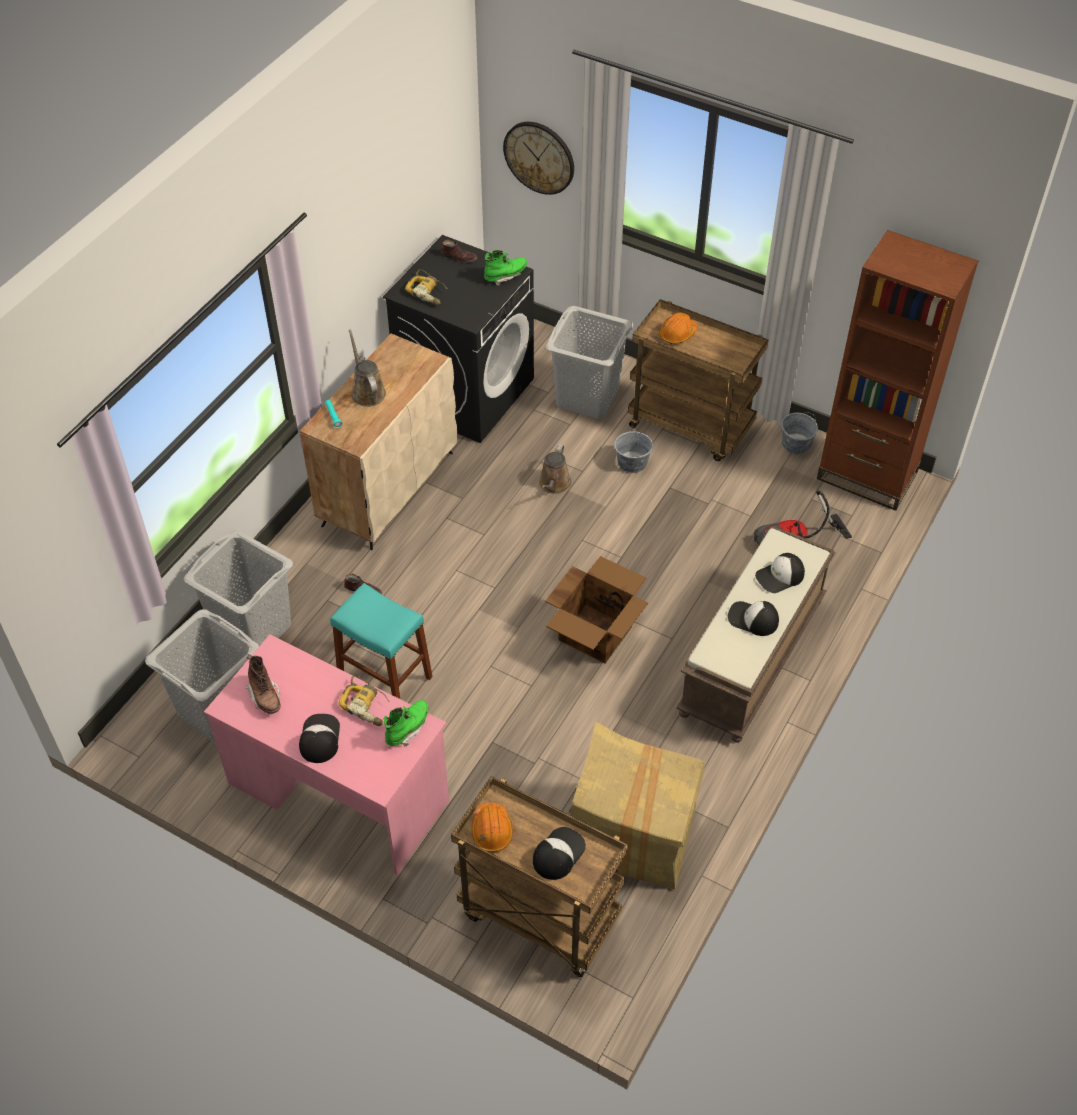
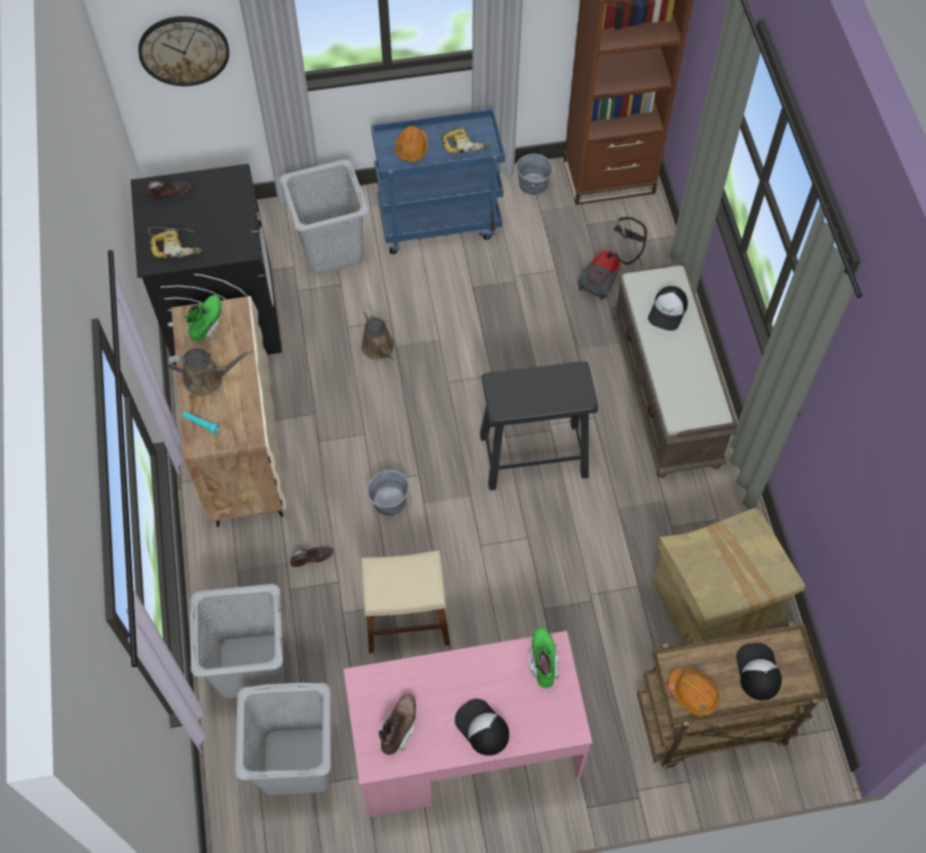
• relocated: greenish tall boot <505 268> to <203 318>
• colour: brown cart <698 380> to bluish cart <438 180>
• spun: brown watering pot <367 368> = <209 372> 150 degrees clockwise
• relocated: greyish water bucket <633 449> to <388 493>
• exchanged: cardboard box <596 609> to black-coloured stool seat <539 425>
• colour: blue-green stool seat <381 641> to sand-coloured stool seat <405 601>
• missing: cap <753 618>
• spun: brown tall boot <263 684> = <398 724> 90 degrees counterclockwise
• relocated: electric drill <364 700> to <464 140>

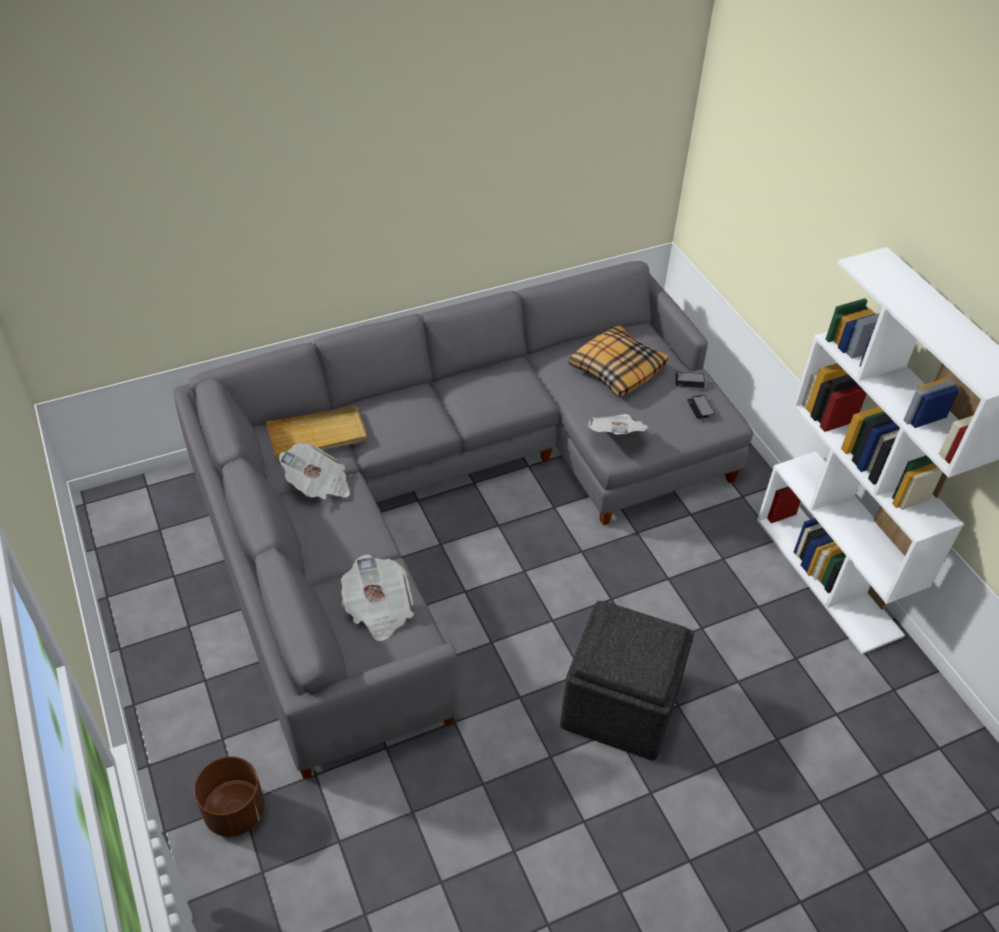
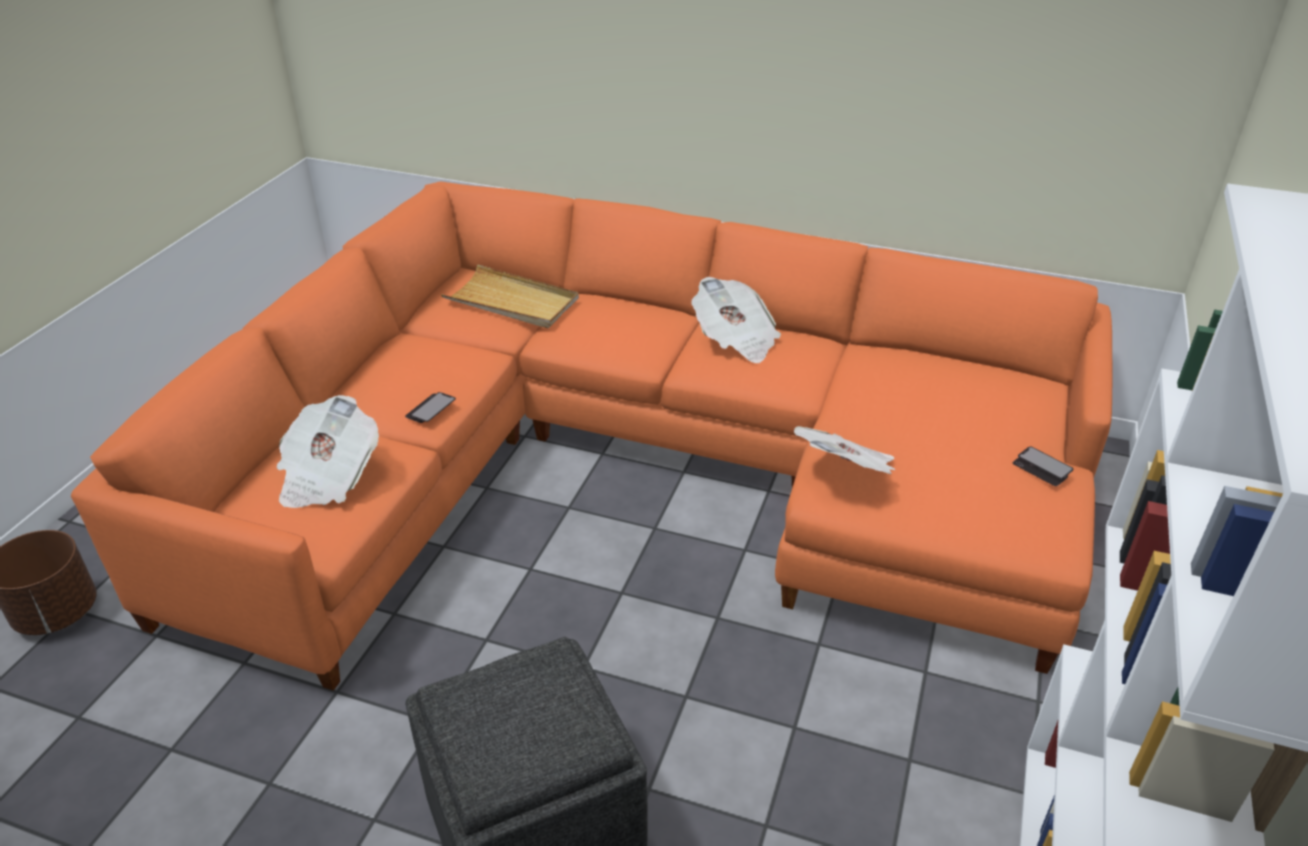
• colour: greyish couch <463 520> to orange-coloured couch <591 436>
• missing: pillow <618 361>
• relocated: telephone <701 407> to <430 407>
• relocated: newspaper <314 471> to <736 320>

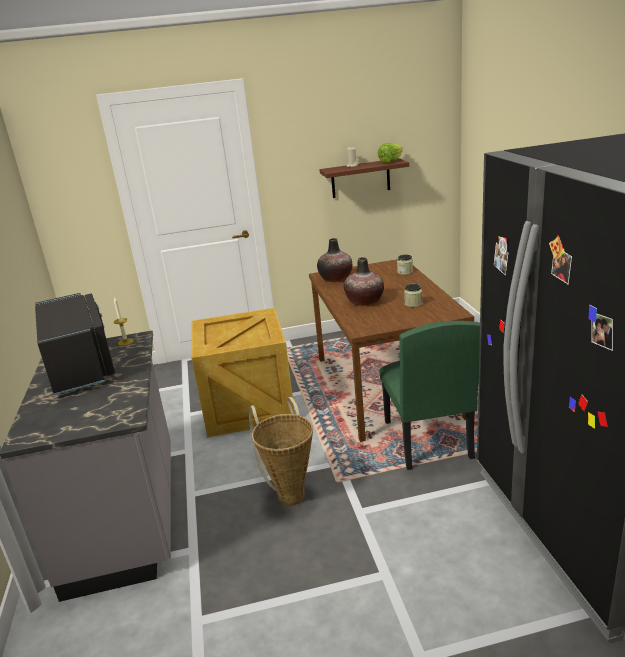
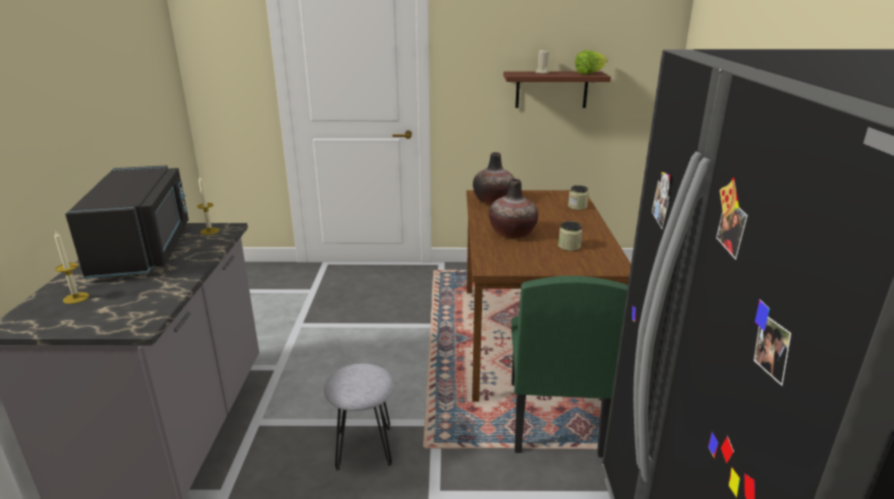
• missing: shipping crate <243 372>
• exchanged: household basket <281 451> to greyish stool seat <359 417>
• appeared: wax candle <71 267>

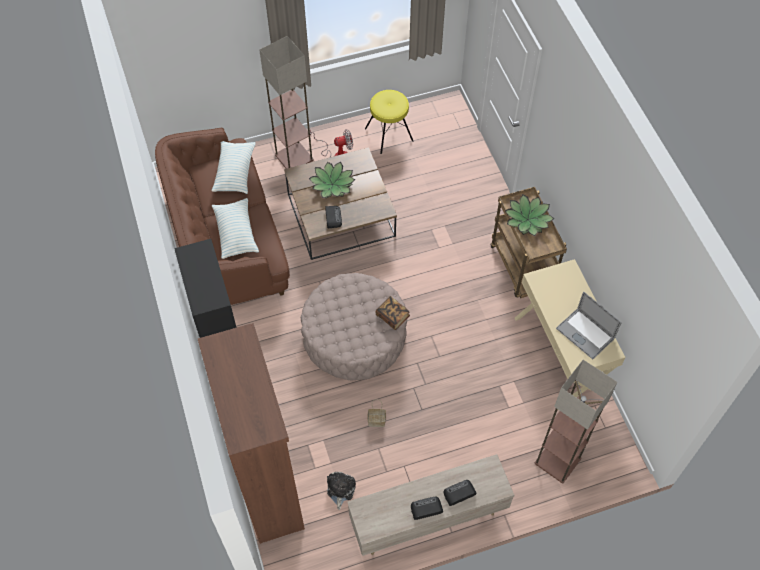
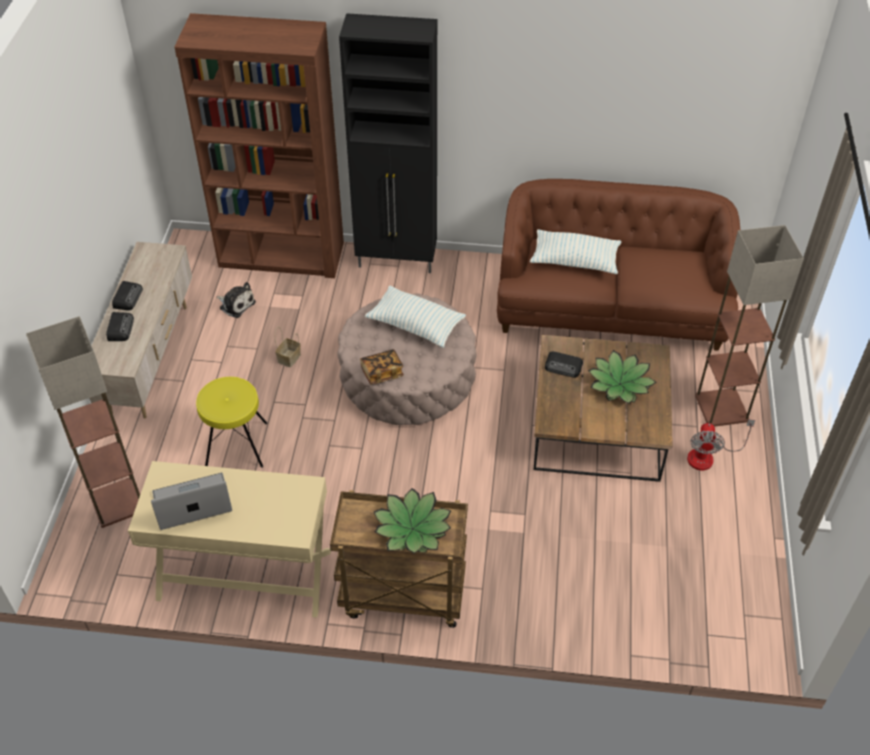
• relocated: yellowish stool seat <389 122> to <231 422>
• relocated: pillow <234 167> to <415 316>

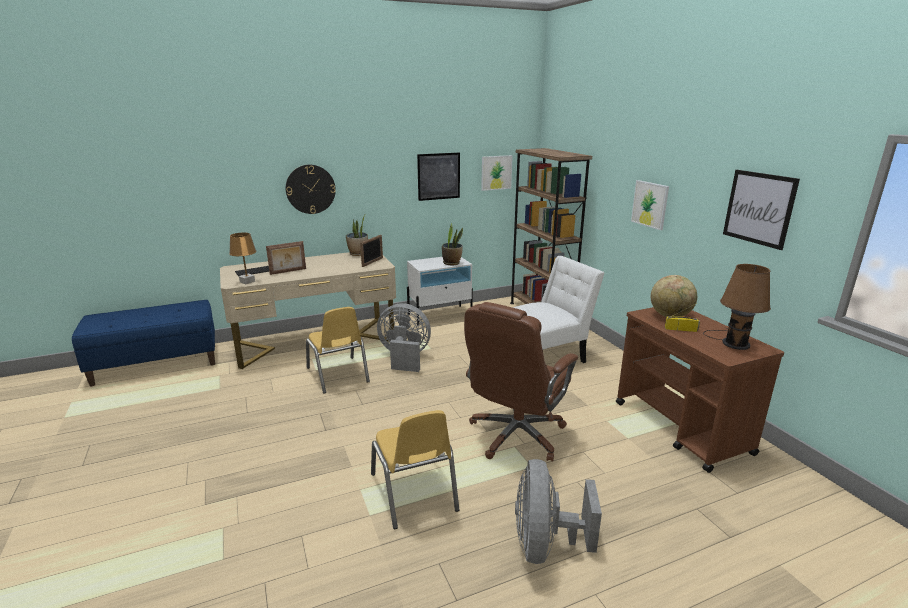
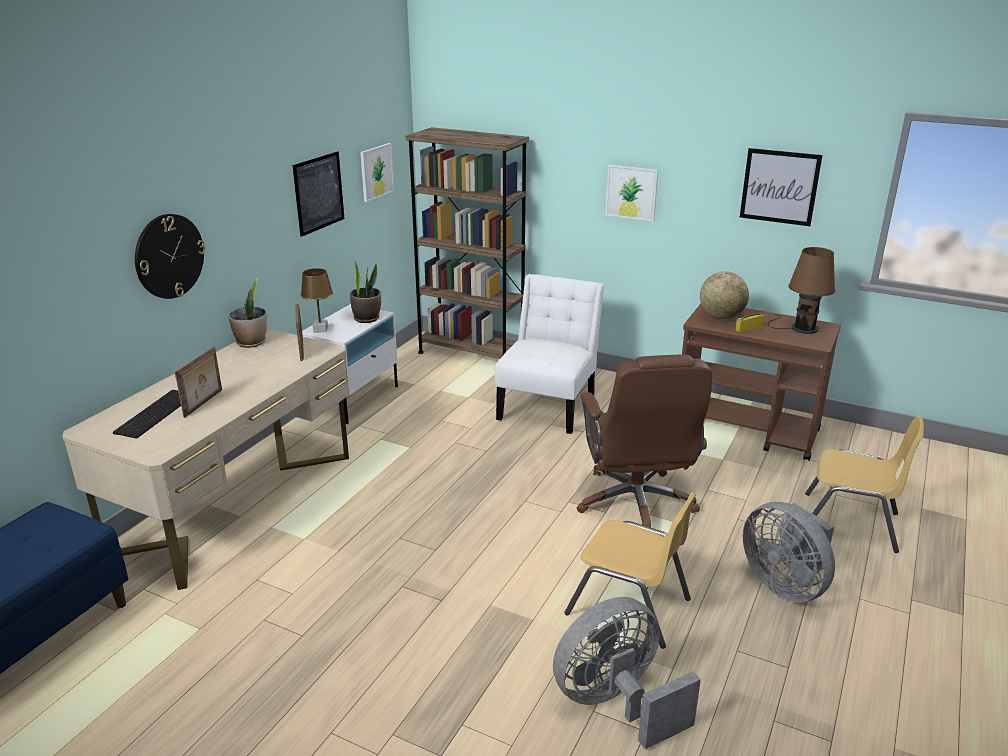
• relocated: brown lamp for a table <242 258> to <317 300>
• relocated: greyish fan <404 337> to <627 673>
• relocated: yellowish plain chair <338 350> to <864 484>

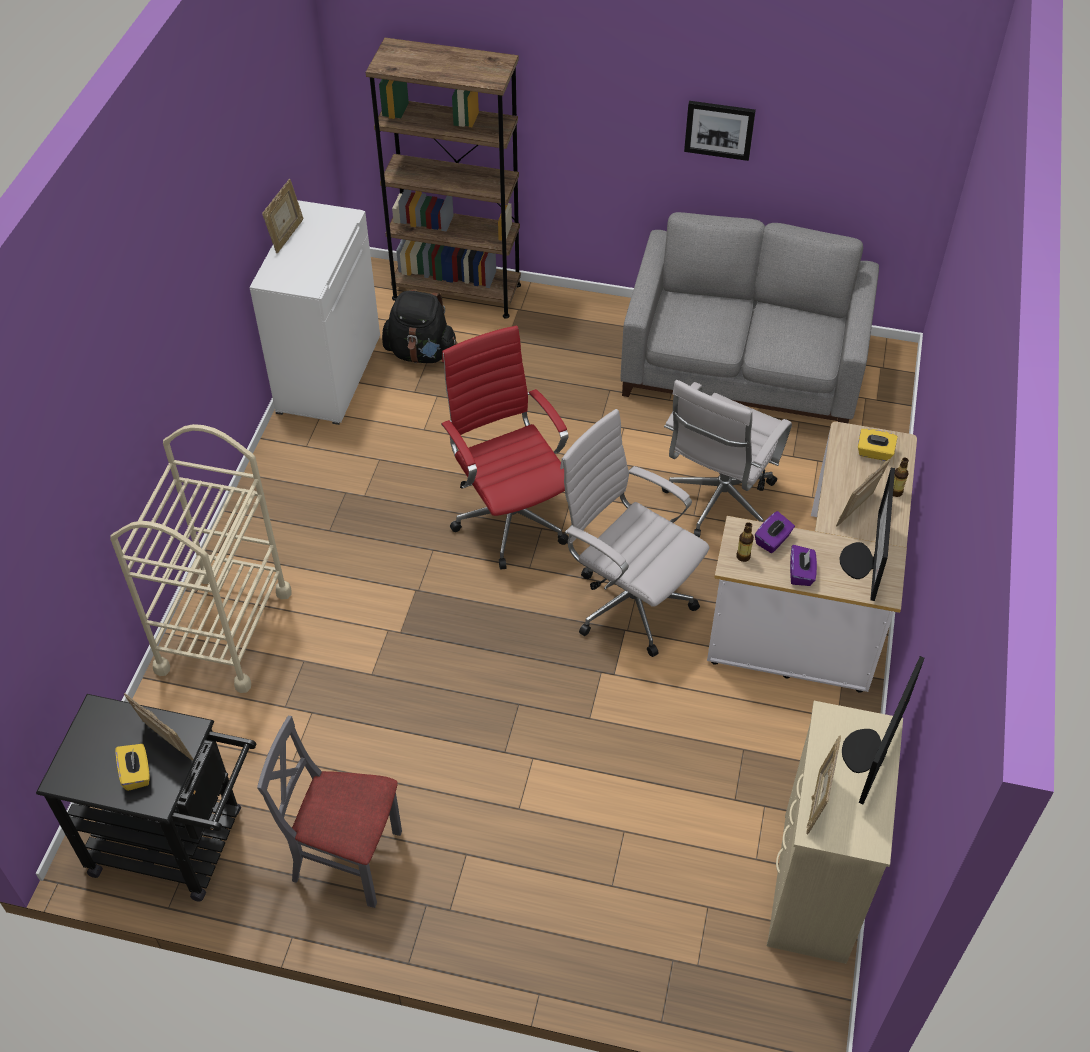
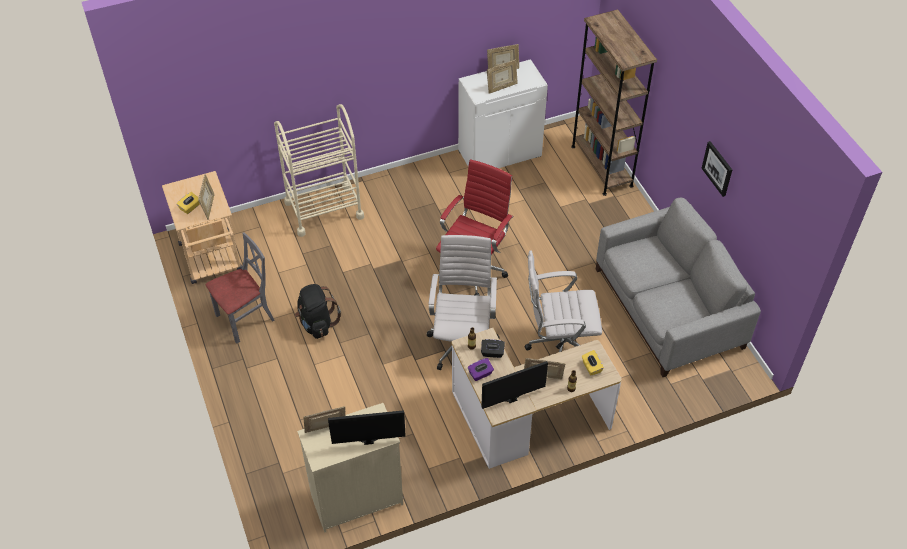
• relocated: black-coloured knapsack <420 326> to <318 311>
• colour: purple-coloured tissue holder <775 532> to black-coloured tissue holder <493 348>
• colour: black-coloured cart <146 798> to sand-coloured cart <202 227>
• spun: greyish plain chair <329 812> = <240 288> 75 degrees clockwise
• appeared: standing frame <502 76>

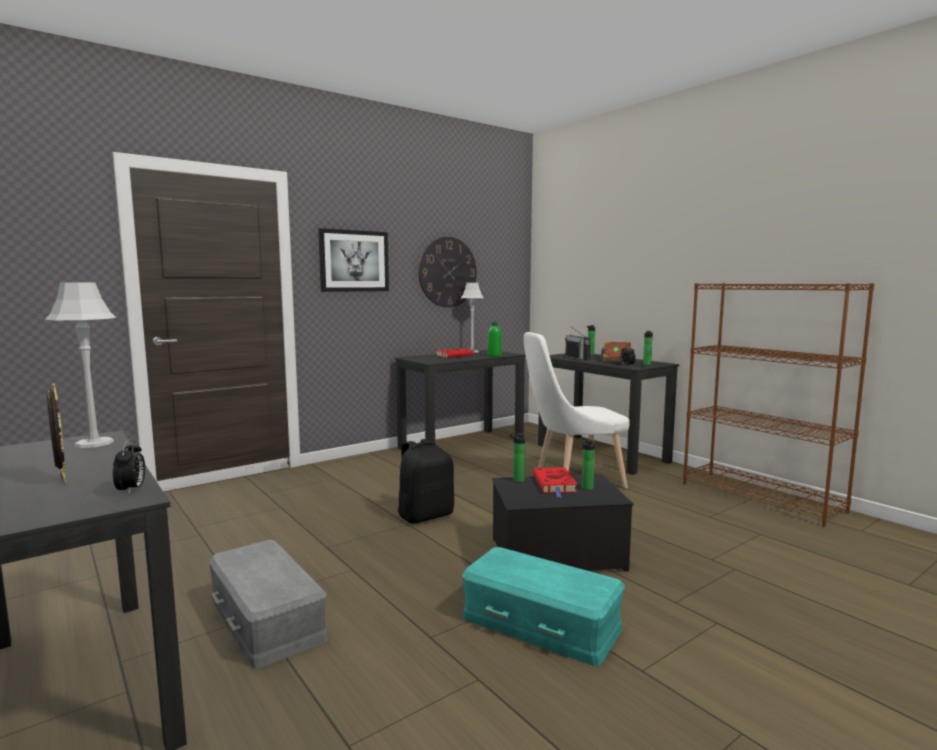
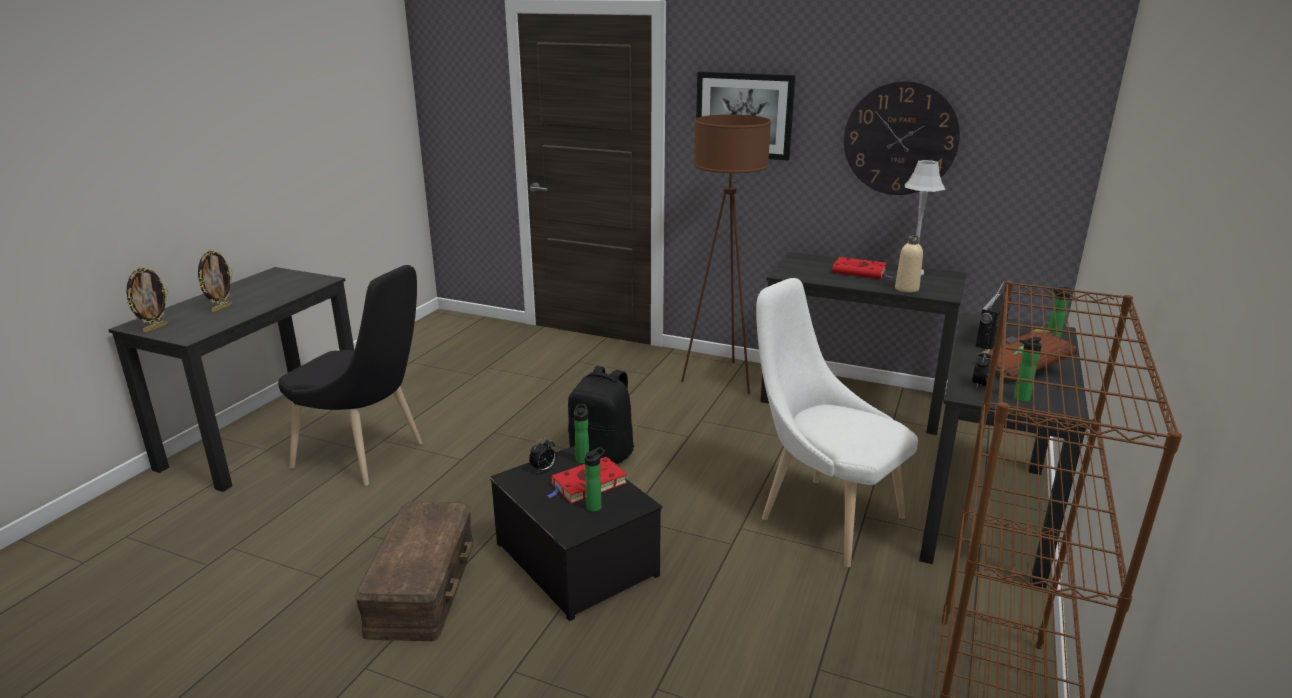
• missing: greyish lamp for a table <80 365>
• colour: greenish beverage bottle <494 339> to sand-coloured beverage bottle <909 264>
• relocated: alarm clock <129 466> to <543 456>
• exchanged: greyish storage bin <268 604> to black-coloured plain chair <350 375>
• colour: blue-green storage bin <543 606> to brown storage bin <414 571>
• appeared: brown floor lamp <726 254>
• appeared: standing frame <147 299>

